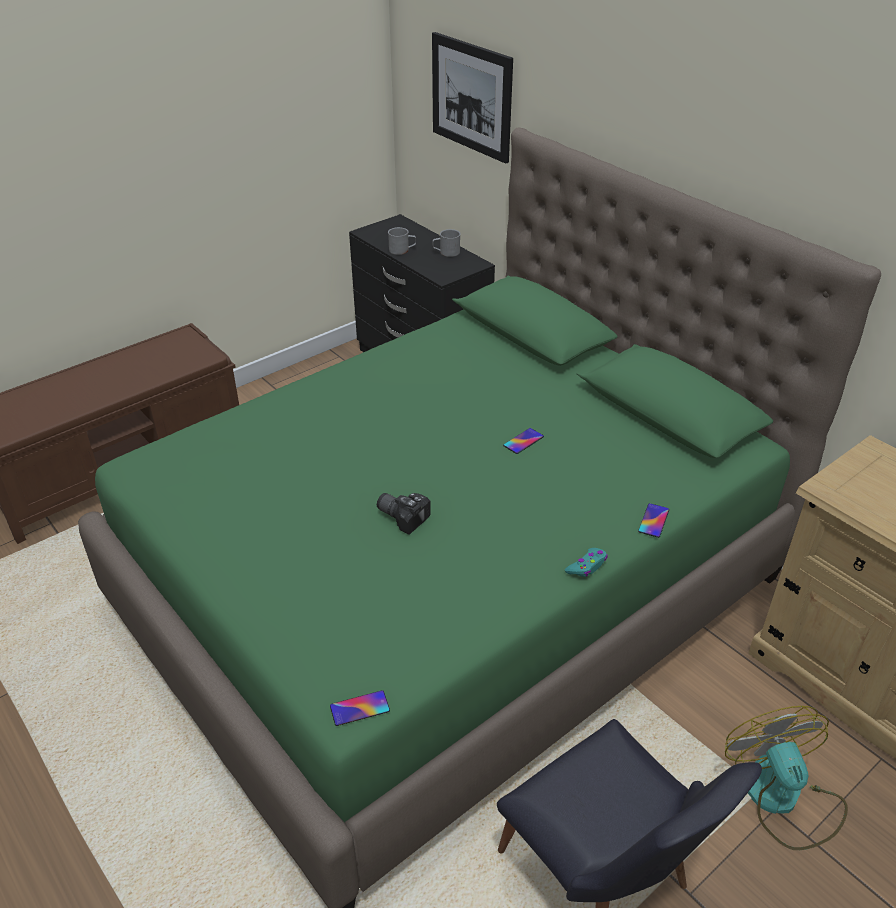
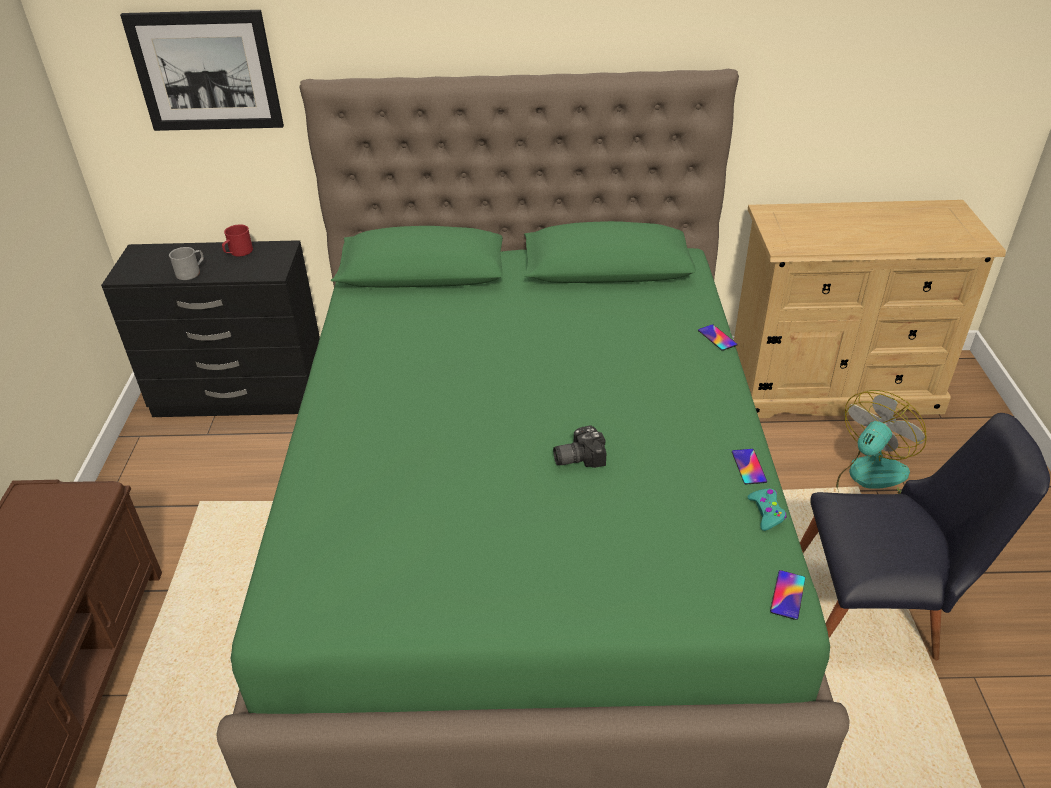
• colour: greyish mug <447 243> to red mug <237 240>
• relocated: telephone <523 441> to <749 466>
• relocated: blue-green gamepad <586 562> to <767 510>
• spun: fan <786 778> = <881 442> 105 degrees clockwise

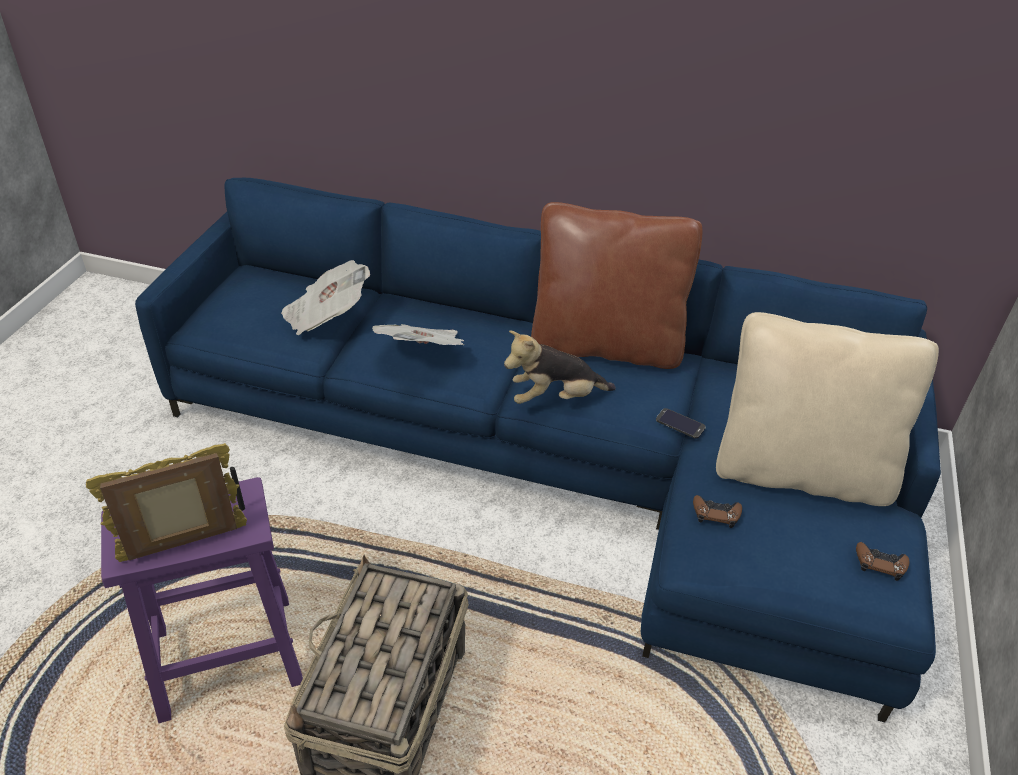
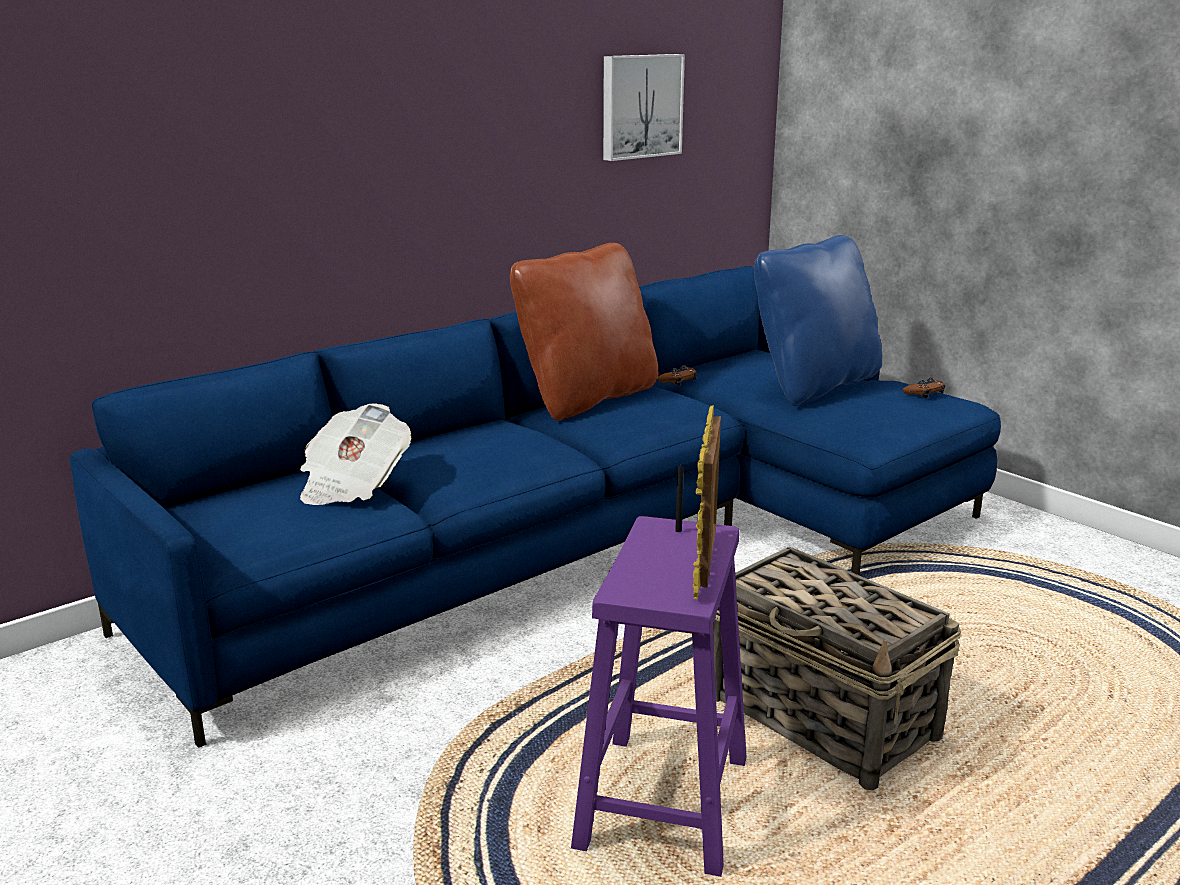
• colour: sand-coloured pillow <827 409> to bluish pillow <818 320>
• missing: newspaper <418 334>
• missing: plush toy <560 367>
• missing: telephone <680 423>
• relocated: brown gamepad <717 511> to <677 375>
• appeared: picture <644 107>

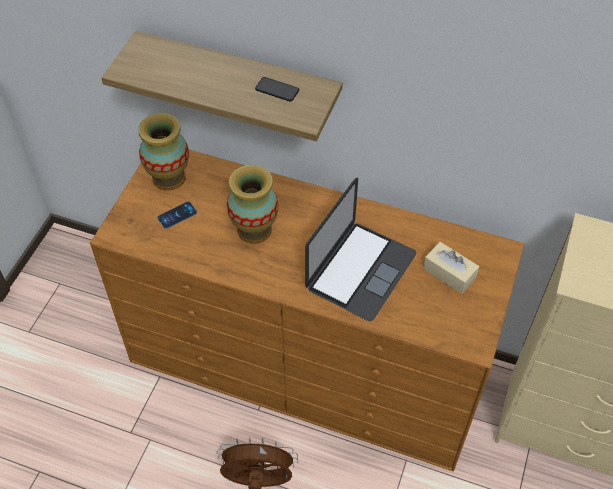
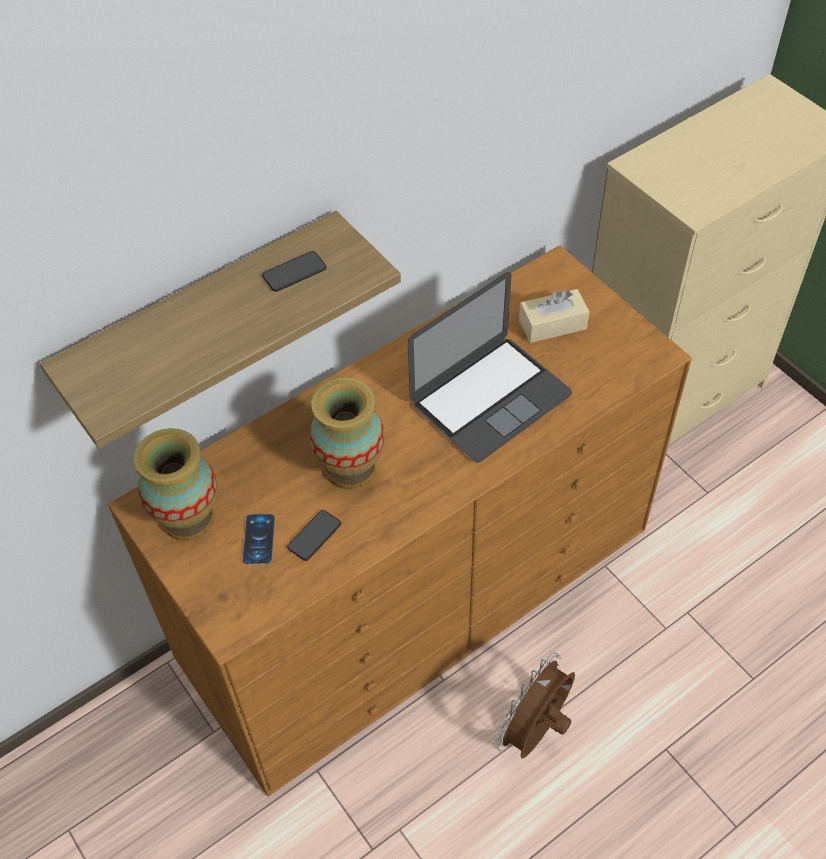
• spun: portable computer <360 249> = <490 367> 75 degrees clockwise
• appeared: telephone <314 535>

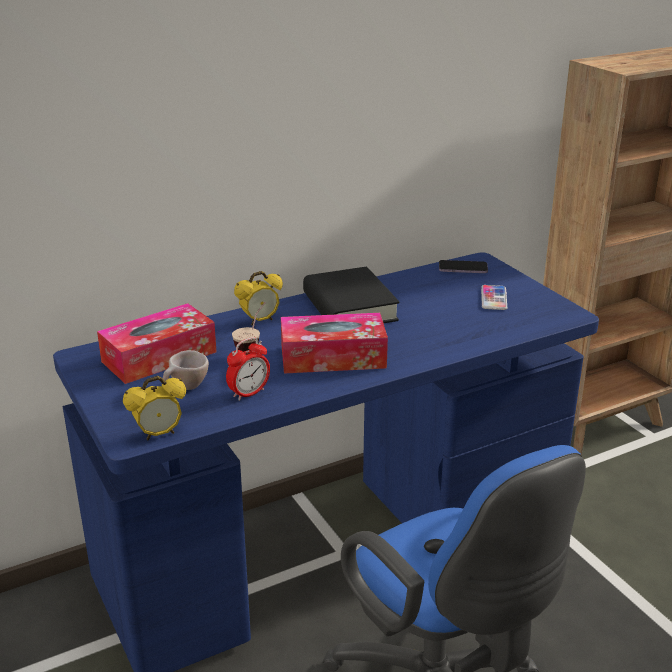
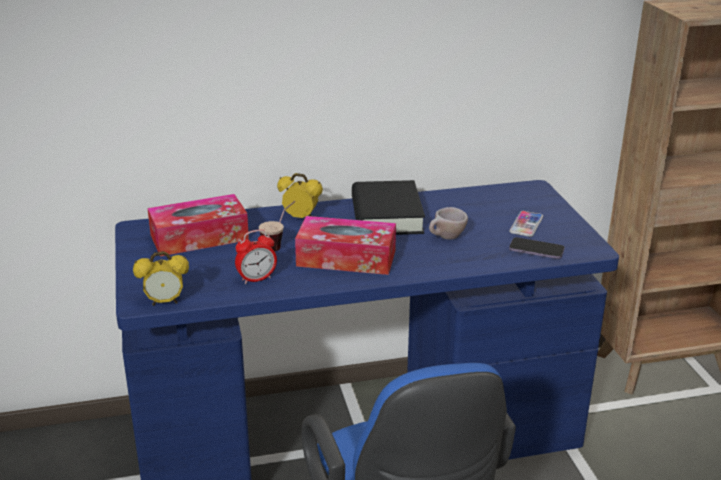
• relocated: telephone <463 266> to <537 248>
• spun: alarm clock <258 298> = <300 195> 150 degrees counterclockwise
• relocated: sand-coloured drinking cup <186 370> to <448 223>

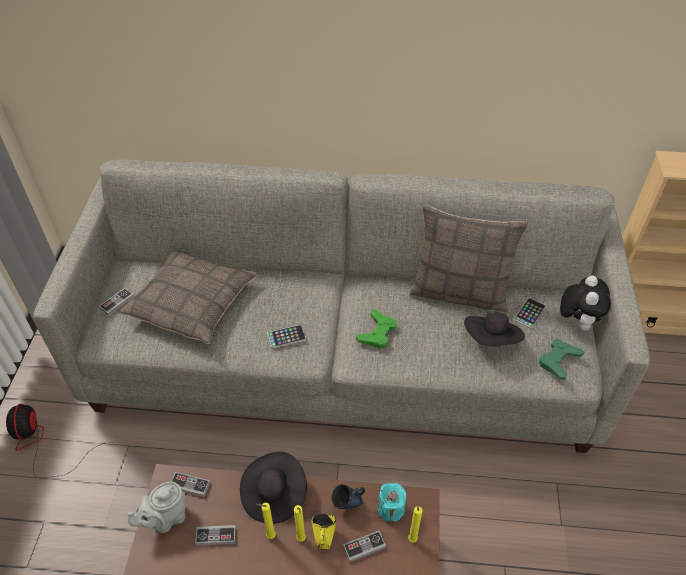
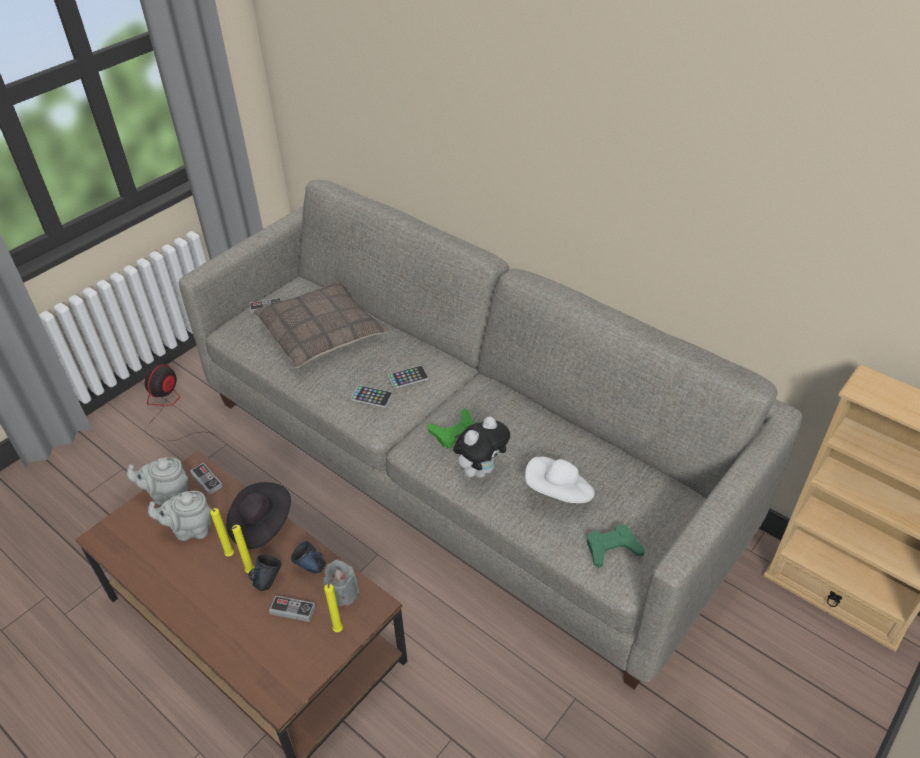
• missing: pillow <468 258>
• relocated: plush toy <585 303> to <481 447>
• relocated: telephone <530 313> to <408 377>
• colour: black-coloured hat <494 329> to whitish hat <560 480>
• colour: blue-green wax candle <391 502> to greyish wax candle <341 583>
• colour: yellowish mug <324 531> to bluish mug <265 573>
• exchanged: gamepad <215 535> to greyish tea pot <179 516>

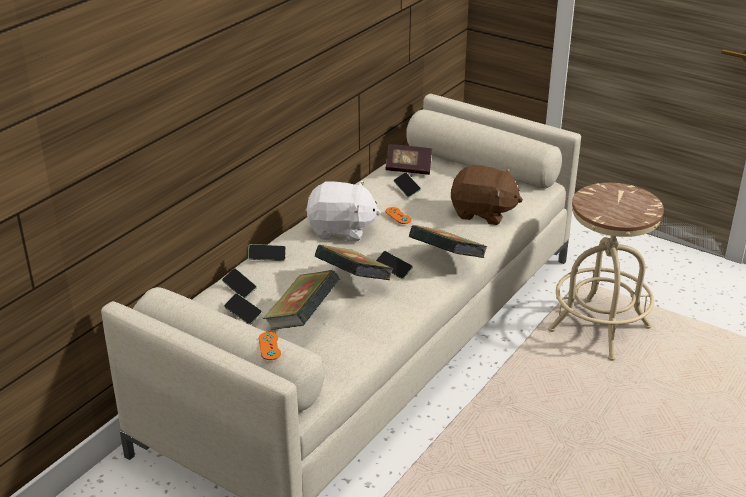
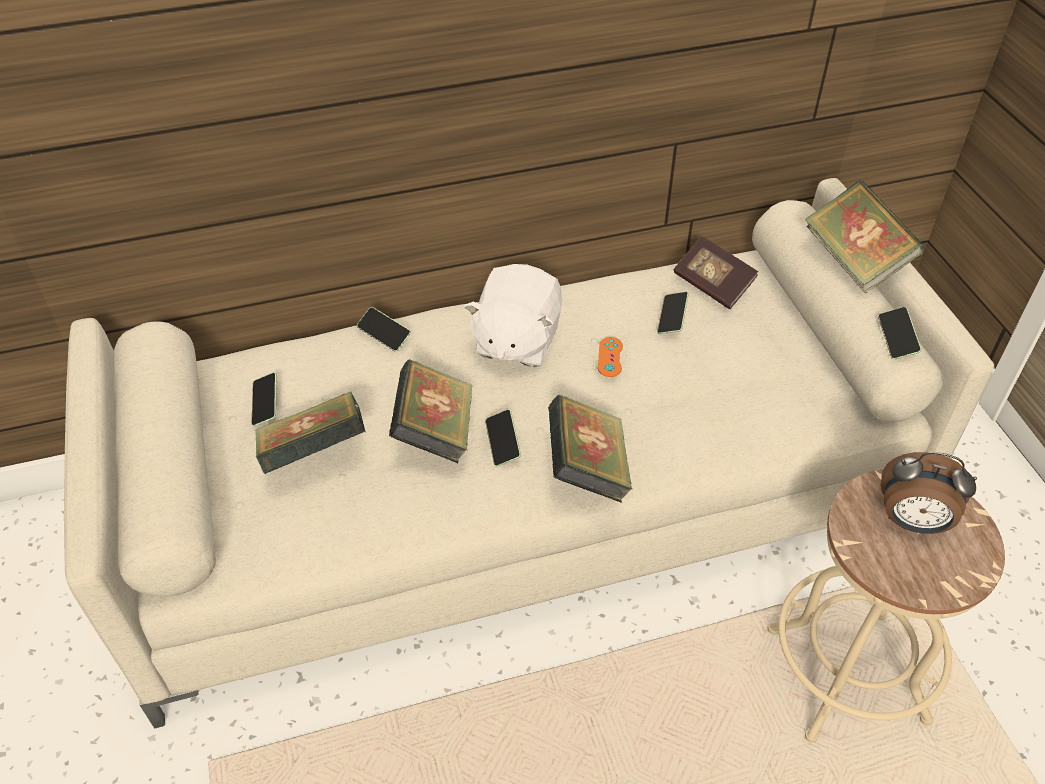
• missing: brown plush toy <487 195>
• spun: whitish plush toy <343 211> = <513 315> 60 degrees clockwise
• relocated: telephone <239 283> to <899 333>
• missing: orange-coloured gamepad <270 346>
• appeared: volume <864 236>
• appeared: alarm clock <929 493>

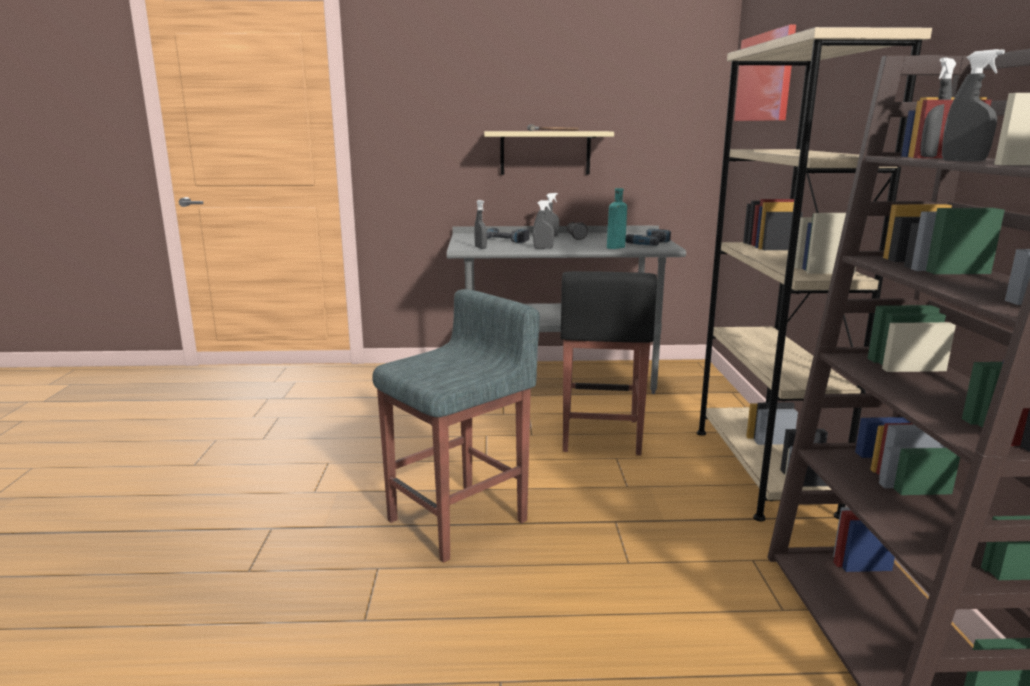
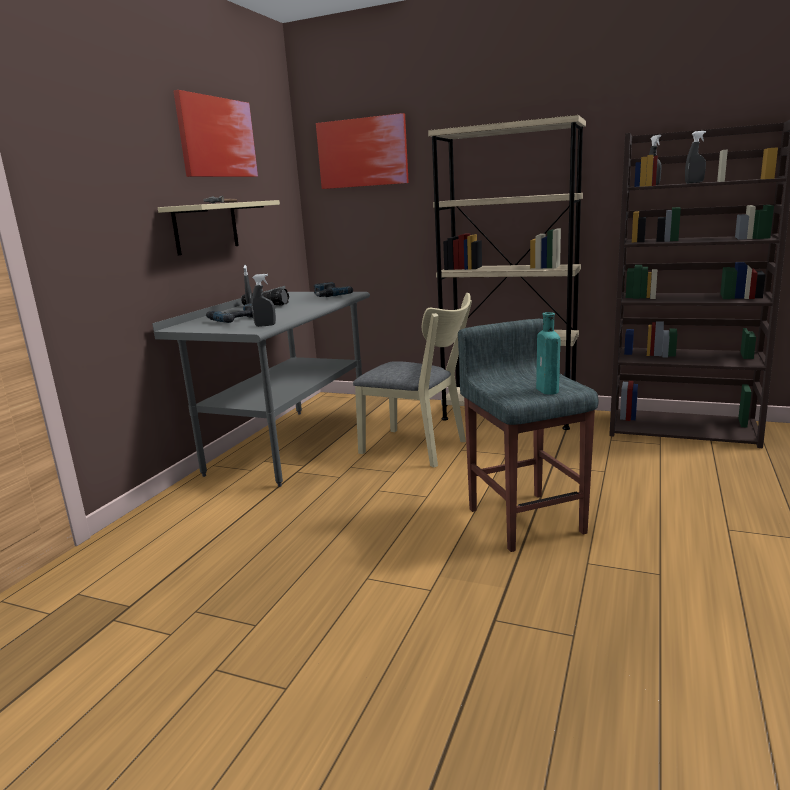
• relocated: blue-green beverage bottle <617 218> to <548 353>
• missing: greyish hand sprayer <543 224>
• exchanged: black-coloured stool seat <609 363> to sand-coloured plain chair <412 380>
• appeared: picture <216 133>

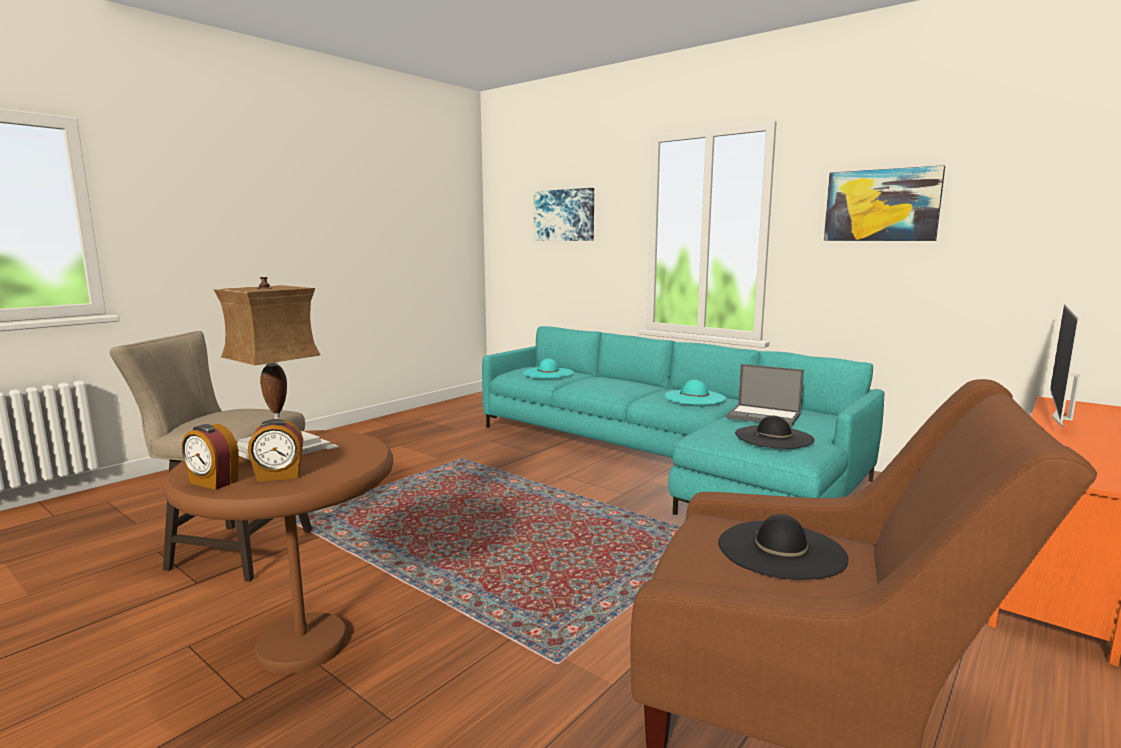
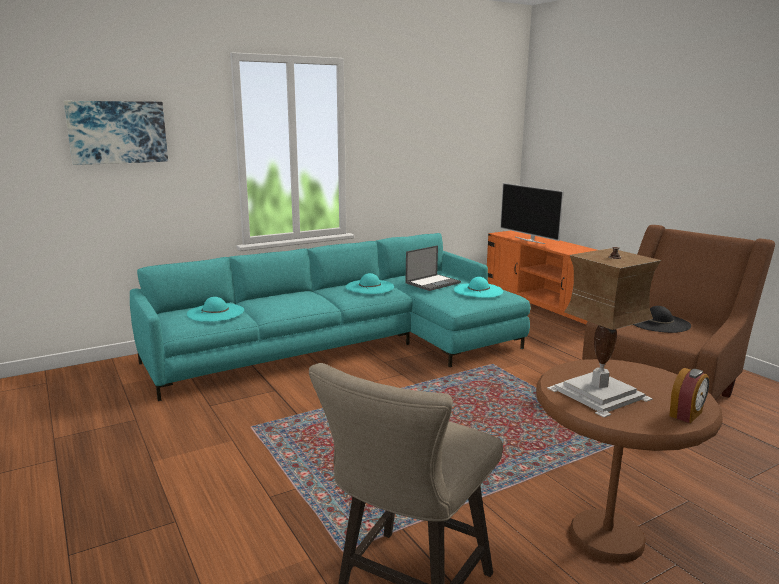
• missing: picture <884 203>
• colour: black-coloured hat <775 432> to blue-green hat <478 287>
• missing: alarm clock <276 450>

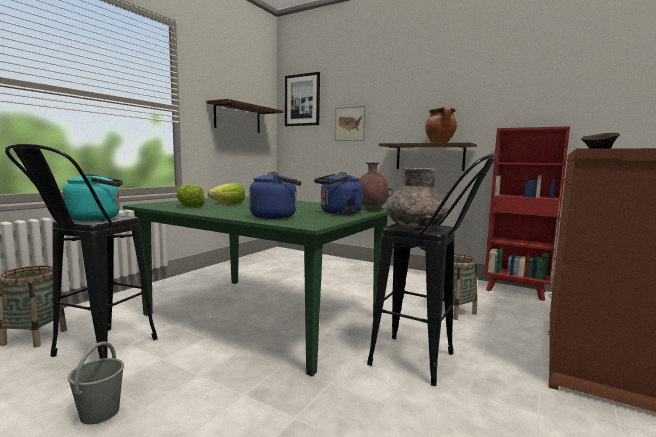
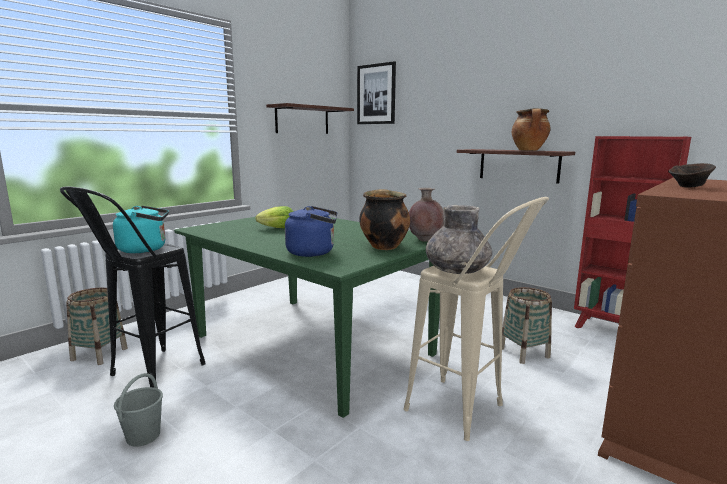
• missing: picture <350 123>
• colour: black-coloured stool seat <432 270> to sand-coloured stool seat <476 319>
• exchanged: bluish water kettle <338 193> to cooking pot <384 219>
• missing: lettuce head <190 195>

